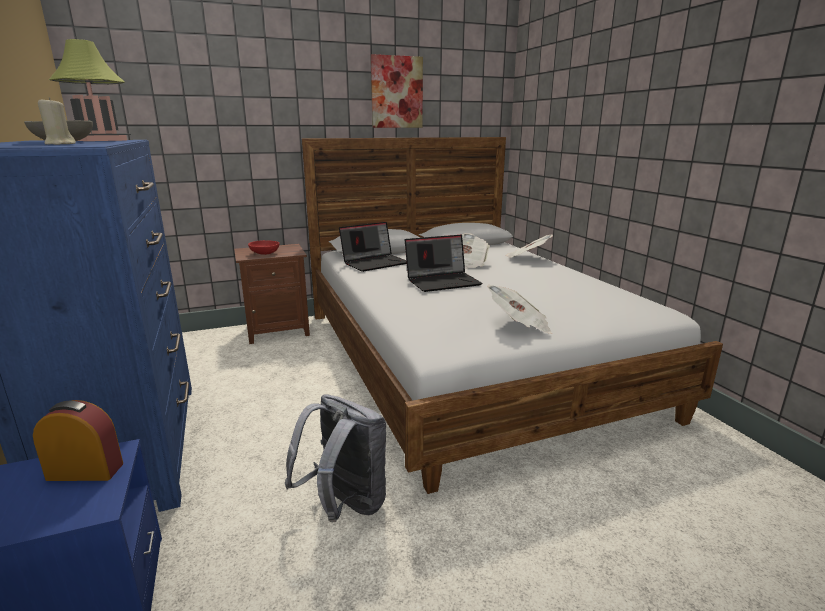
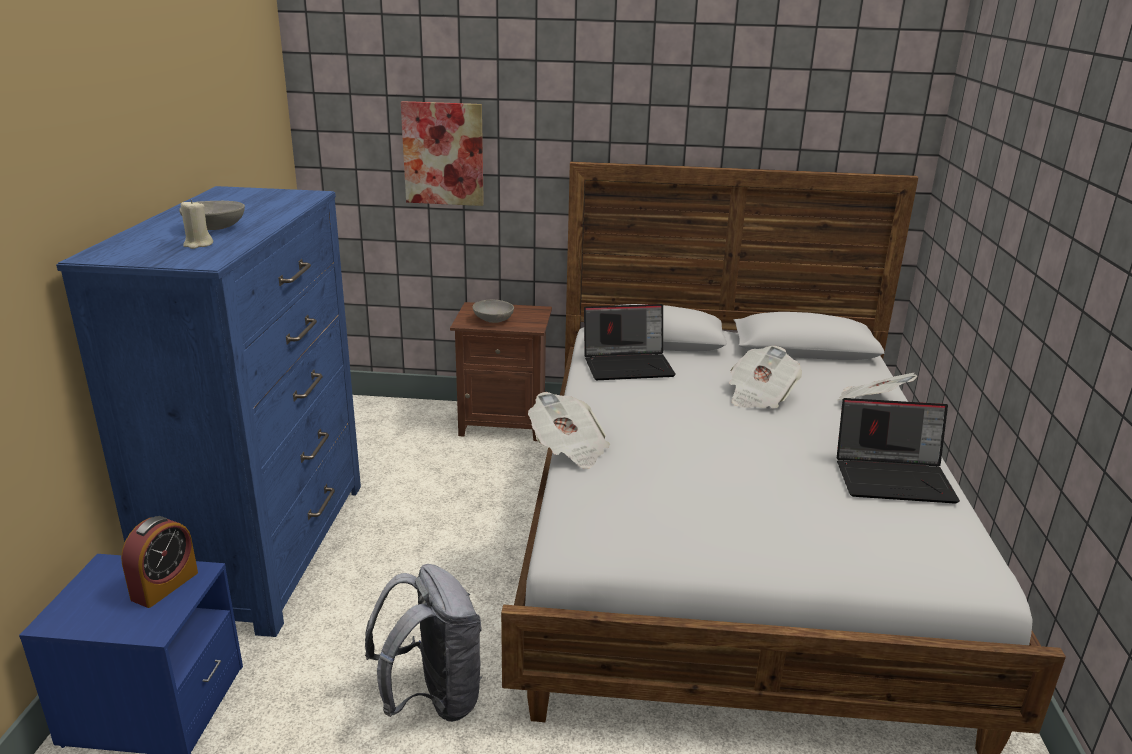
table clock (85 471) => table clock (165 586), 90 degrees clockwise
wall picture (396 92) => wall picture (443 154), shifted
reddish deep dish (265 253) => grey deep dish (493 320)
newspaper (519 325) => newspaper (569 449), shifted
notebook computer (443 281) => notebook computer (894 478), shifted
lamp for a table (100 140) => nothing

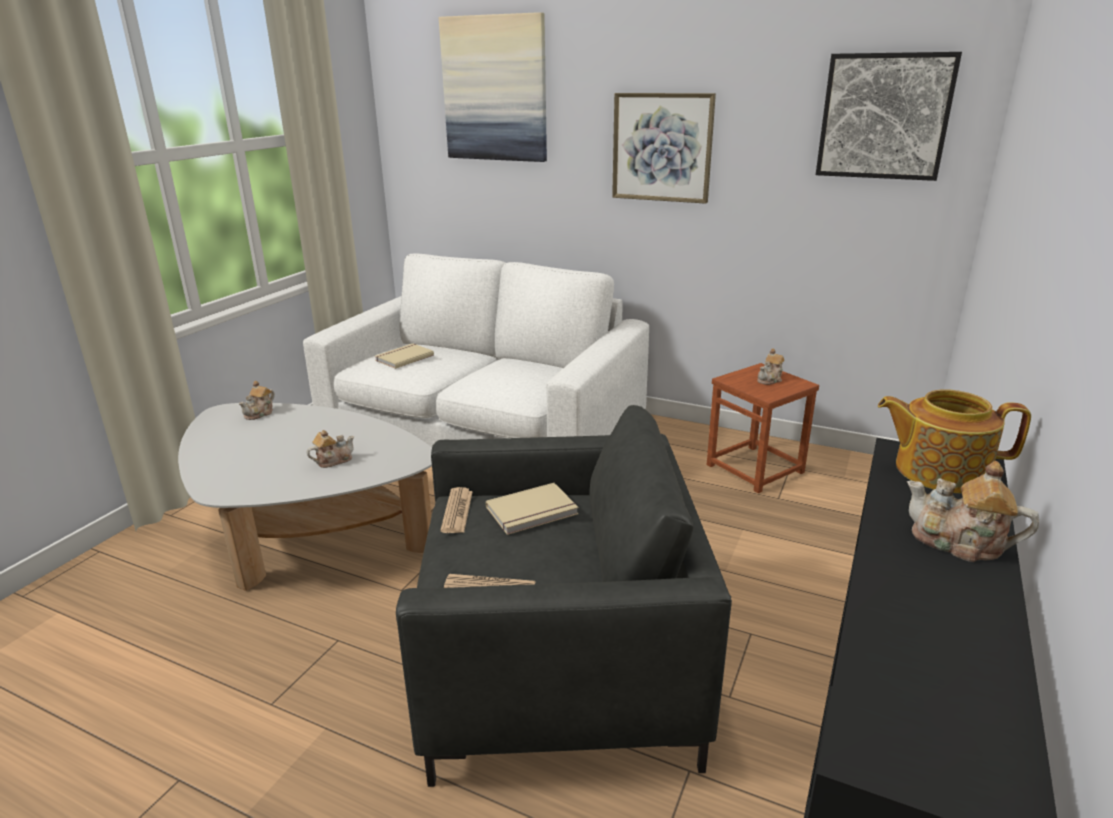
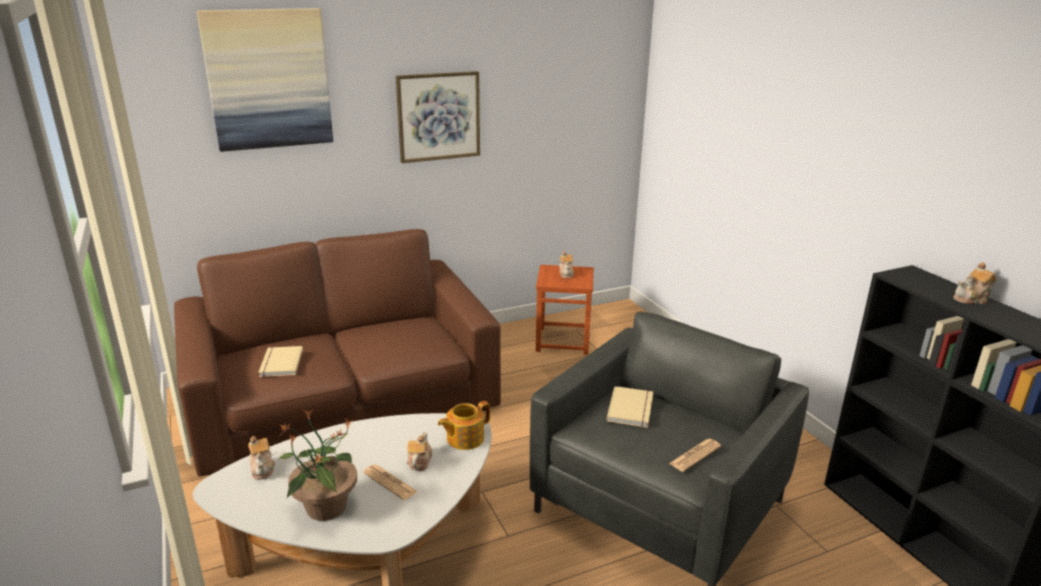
whitish sofa (483 425) => brown-coloured sofa (343 399)
nothing => plant in a pot (325 508)
newspaper (457 511) => newspaper (390 482), shifted
tea pot (938 470) => tea pot (464 438), shifted
wall picture (884 116) => nothing

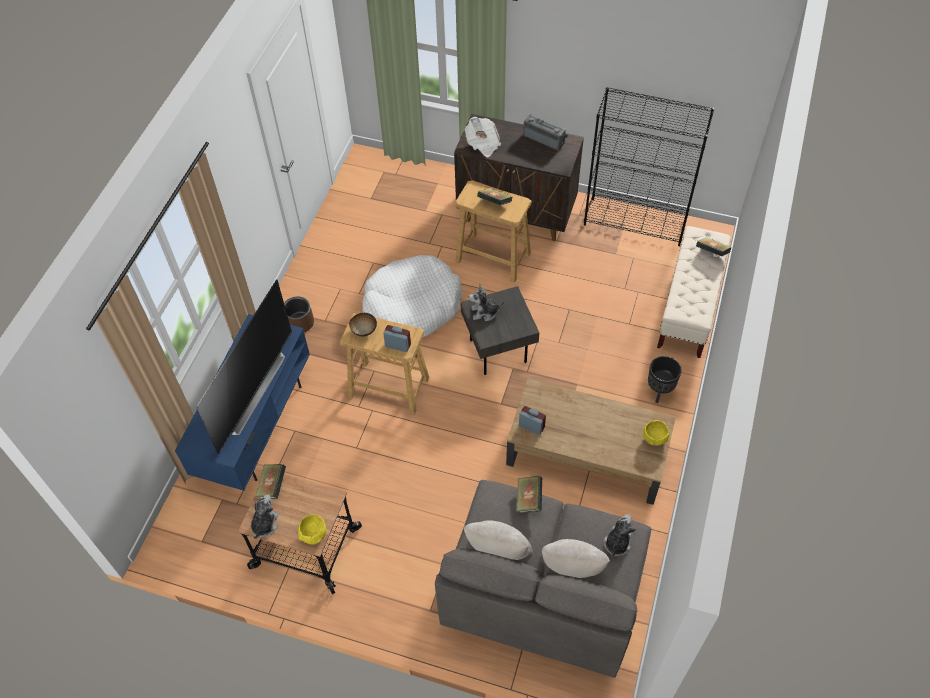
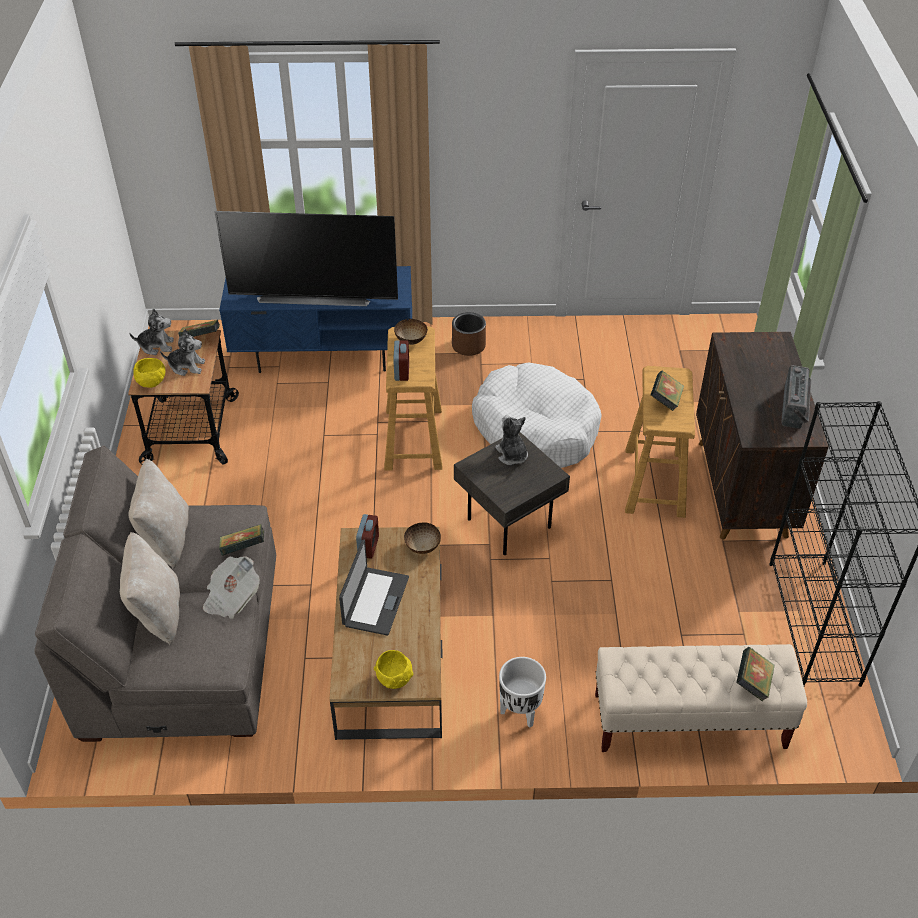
plush toy (617 543) => plush toy (187 366), shifted
newspaper (483 144) => newspaper (231 597), shifted
nothing => notebook computer (375 601)
nothing => deep dish (422 547)
black plant pot (659 392) => whitish plant pot (519 711)

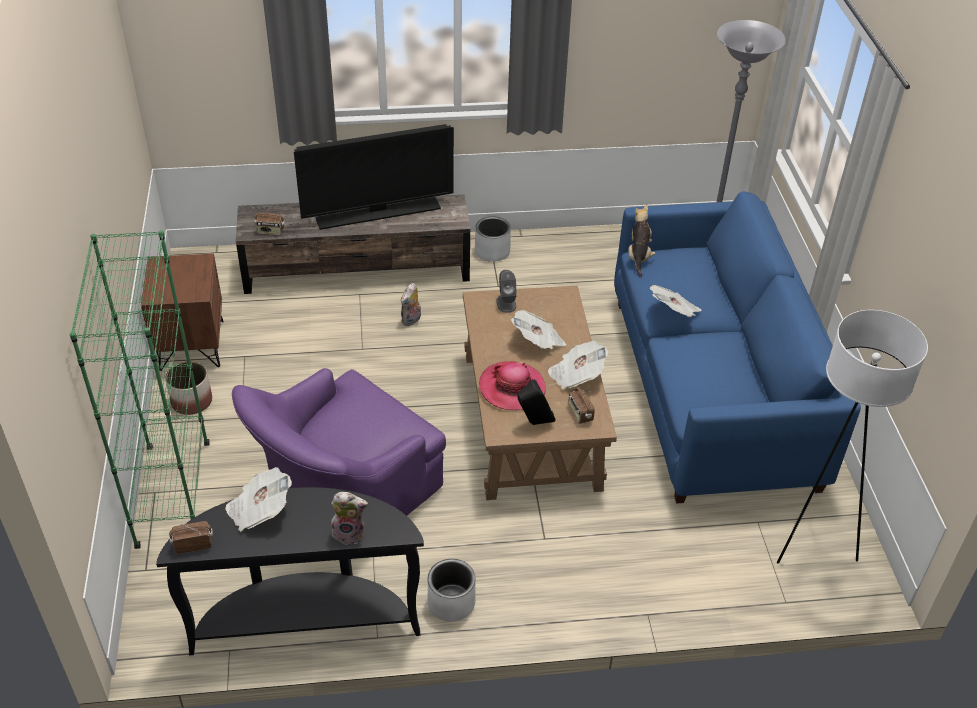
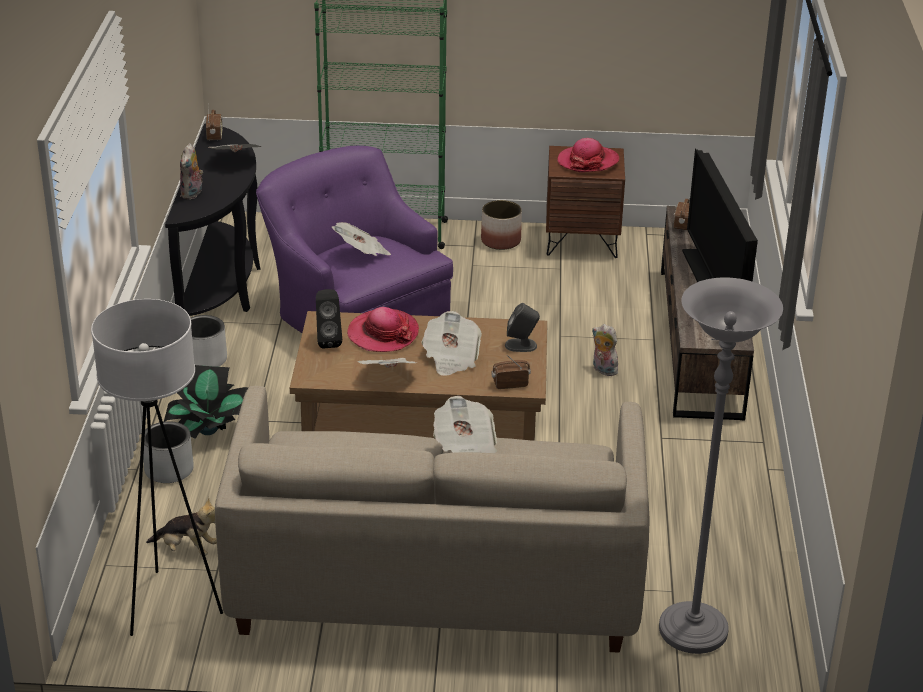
grey plant pot (492 252) => grey plant pot (169 470), shifted
plush toy (639 256) => plush toy (187 549), shifted
nothing => plant in a pot (209 430)
bluish sofa (712 391) => beige-coloured sofa (434 580)
nothing => newspaper (362 253)
radio receiver (580 414) => radio receiver (510 384), shifted
nothing => hat (588 161)

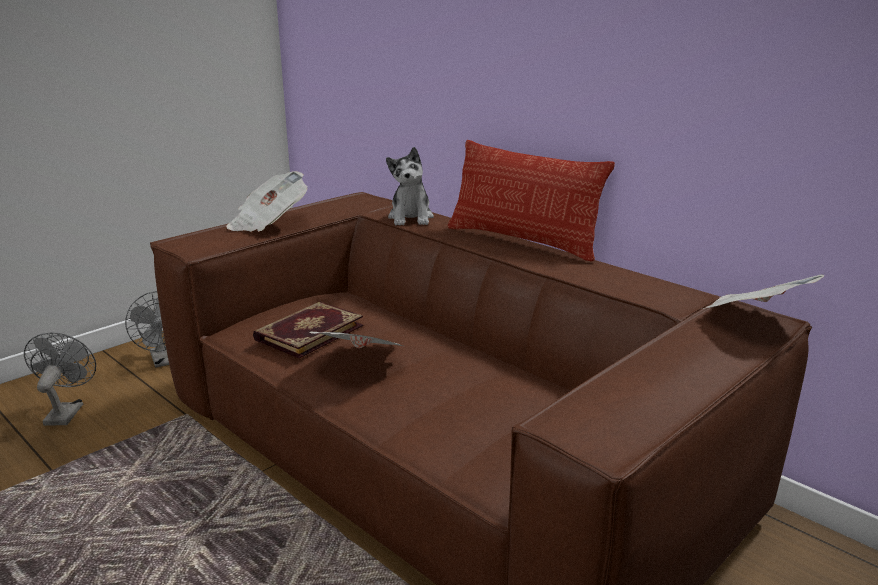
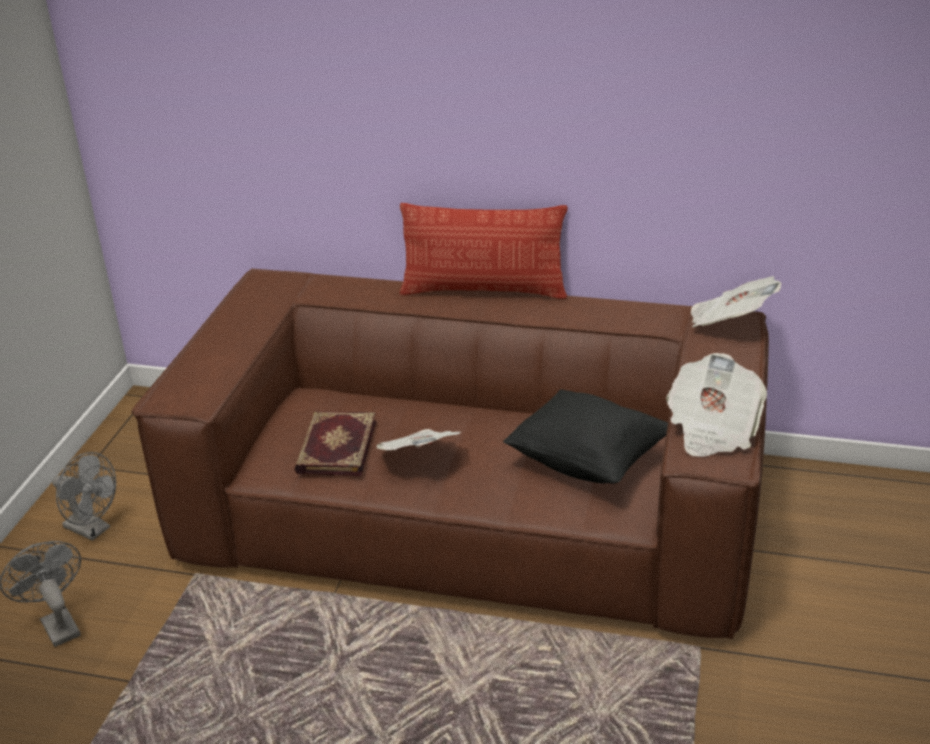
nothing => black cushion (588 462)
newspaper (268 223) => newspaper (712 429), shifted
plush toy (411 218) => nothing

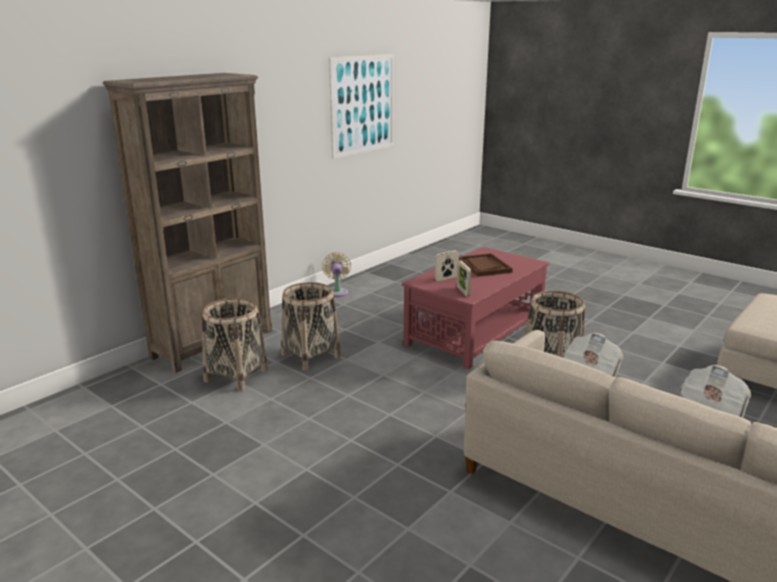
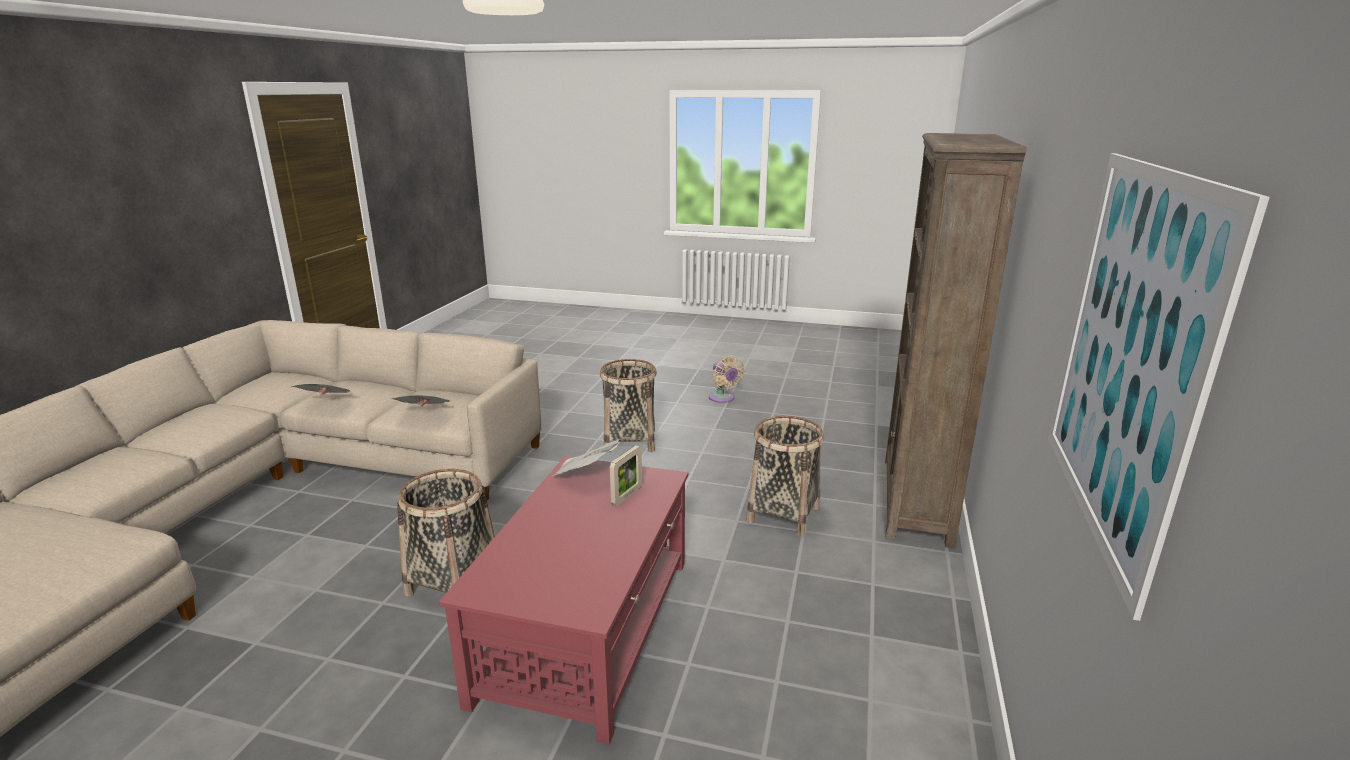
standing frame (463 291) => newspaper (587 474)
household basket (236 375) => household basket (630 441), shifted
beige-coloured cooling fan (337 291) => beige-coloured cooling fan (723 398), shifted
brown-coloured tray (484 266) => nothing

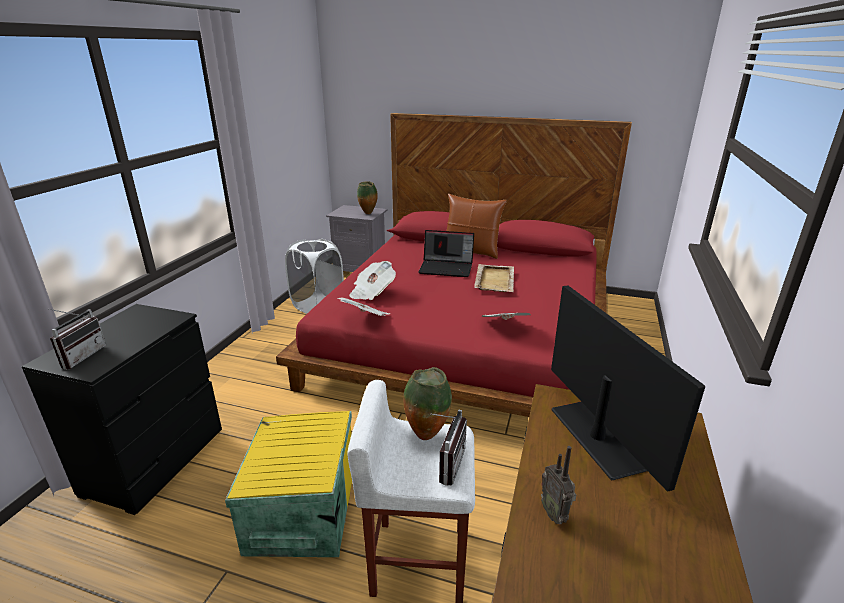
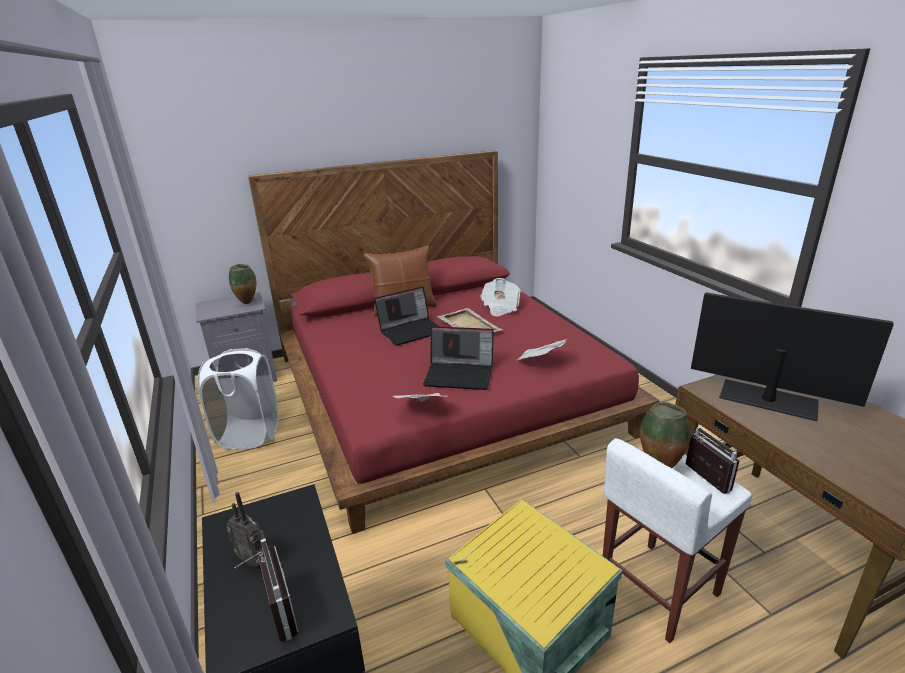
radio receiver (555 514) => radio receiver (253 559), shifted
nothing => notebook computer (460 375)
newspaper (372 292) => newspaper (500 307), shifted

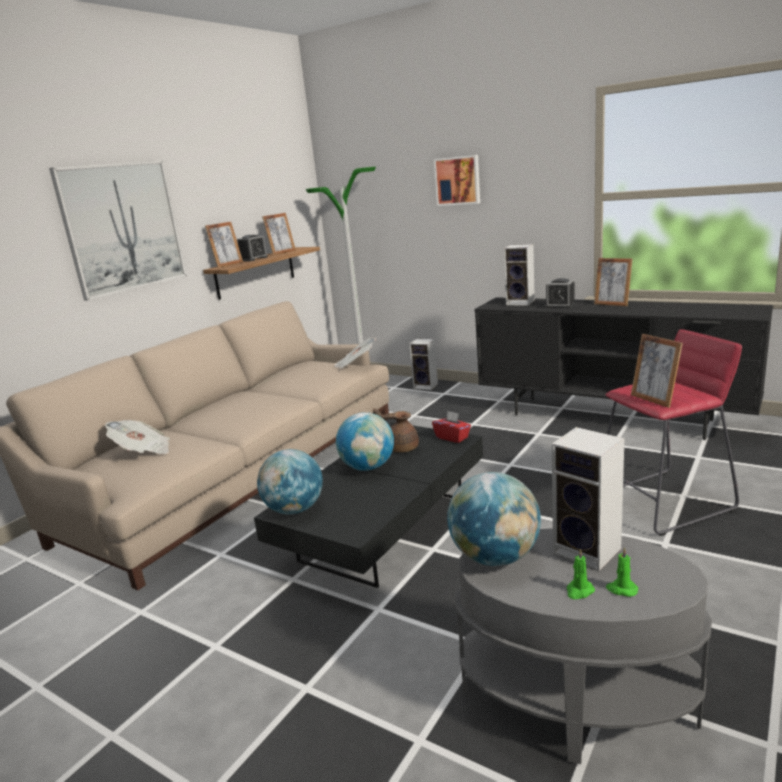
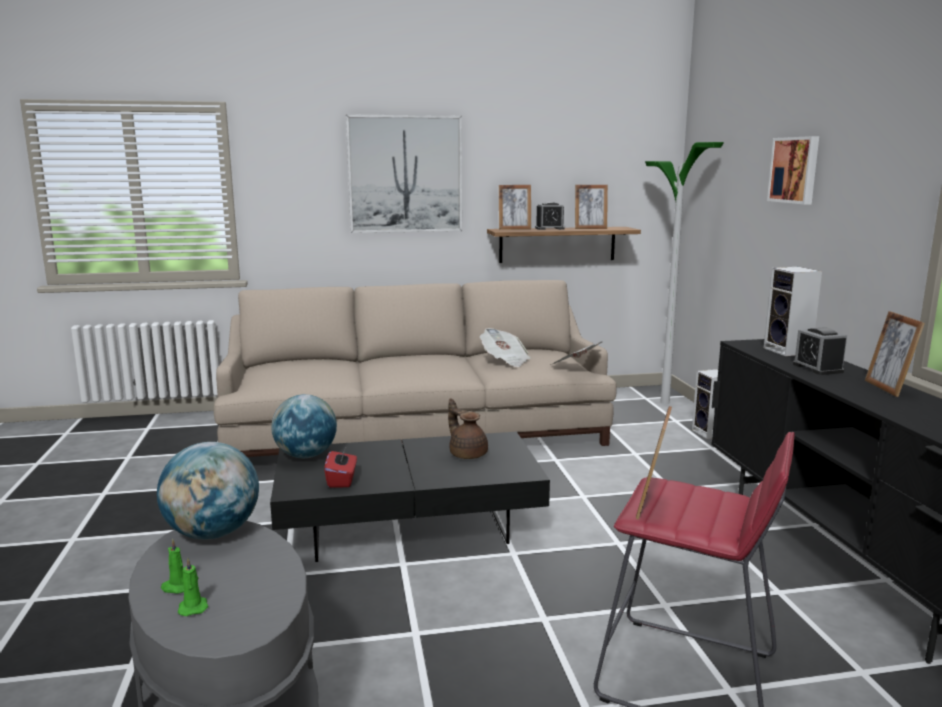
reddish tissue holder (452 437) => reddish tissue holder (342 480), shifted
newspaper (143 451) => newspaper (505 361), shifted
world globe (368 467) => nothing
audio speaker (590 551) => nothing

